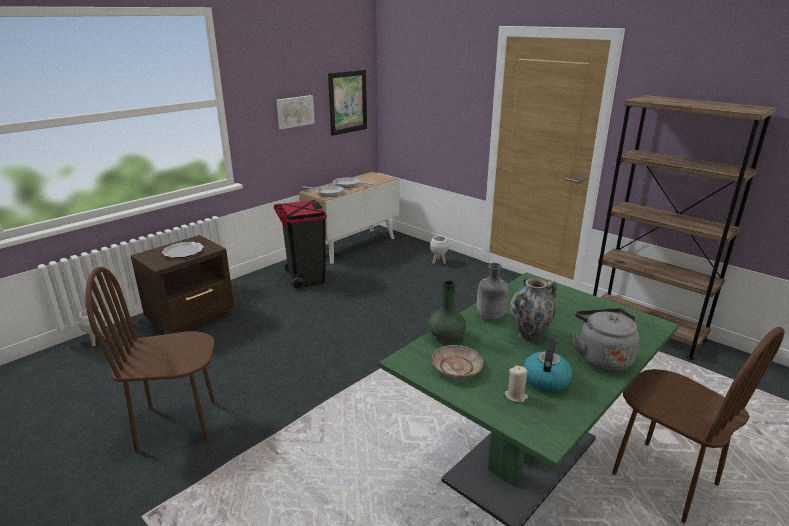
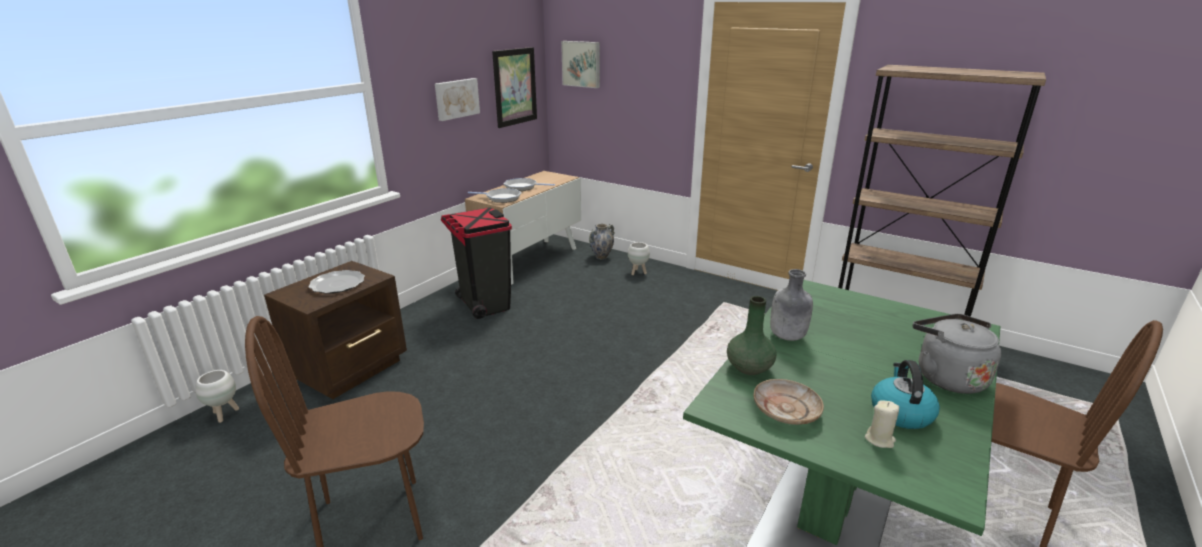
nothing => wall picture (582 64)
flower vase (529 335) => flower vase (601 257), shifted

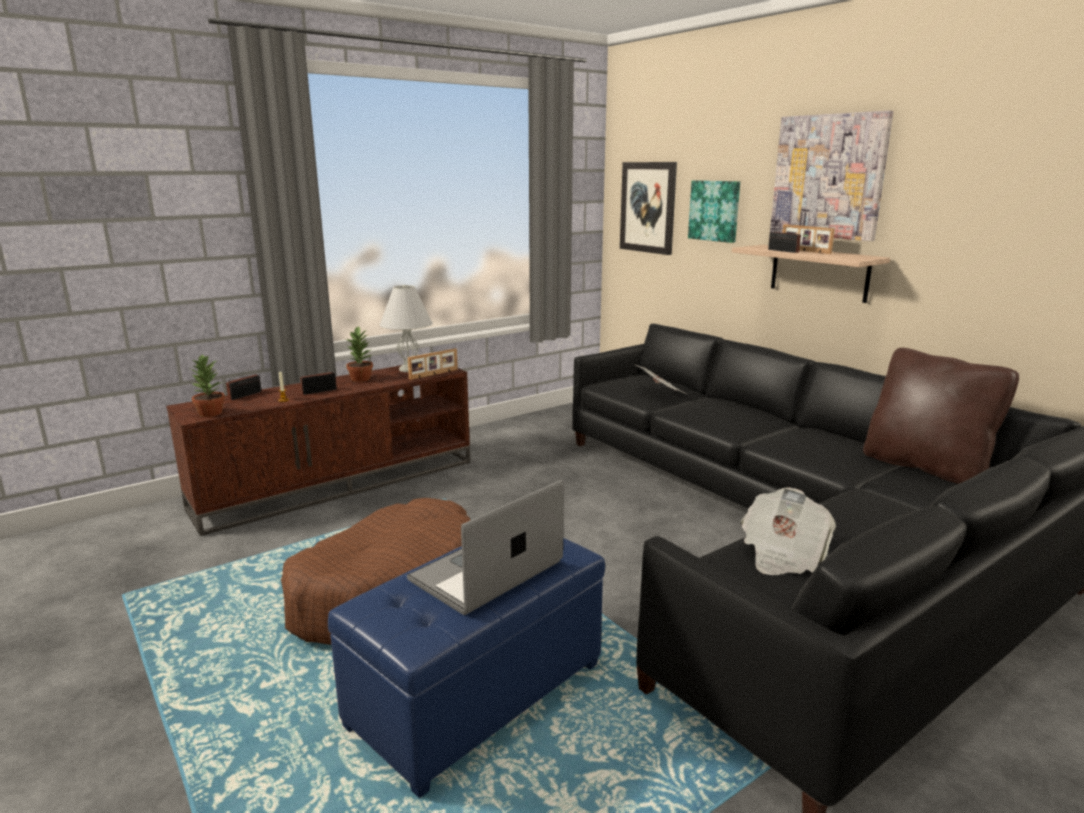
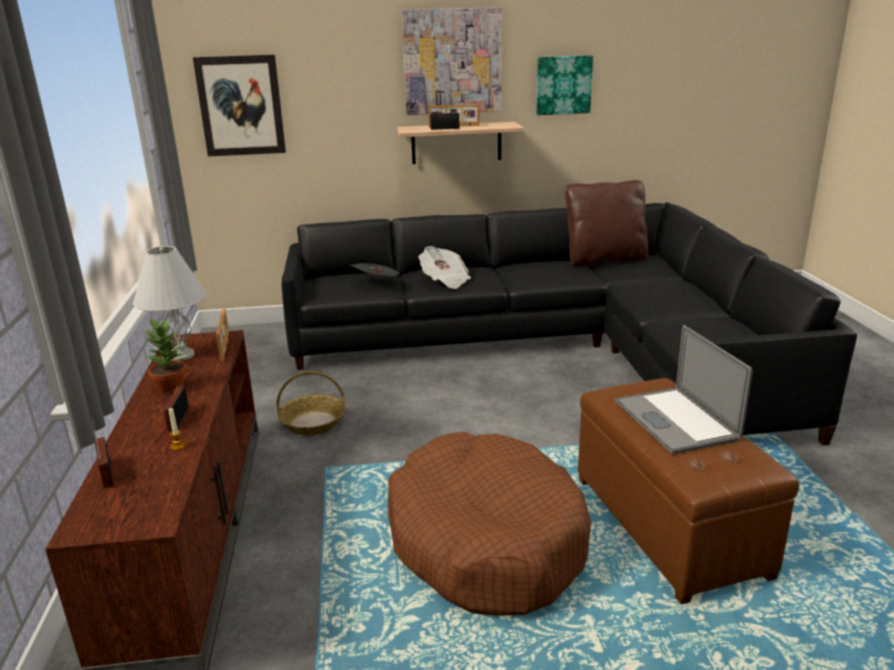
nothing => household basket (313 422)
newspaper (782 554) => newspaper (445 281), shifted
wall picture (715 210) => wall picture (563 85), shifted
bluish pouffe (479 696) => brown-coloured pouffe (668 525)
plant in a pot (210 413) => nothing

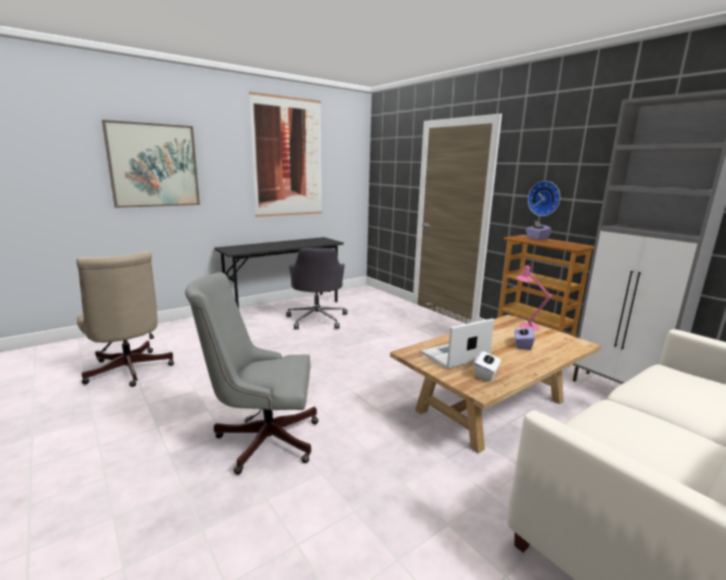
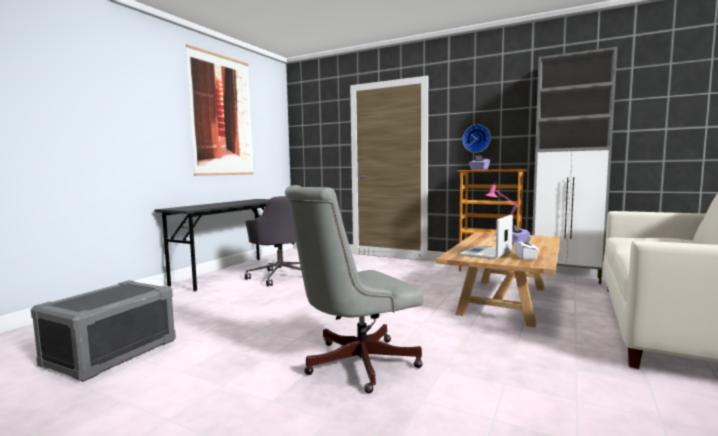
beige-coloured desk chair (129 372) => grey storage container (111 353)
wall picture (154 165) => nothing

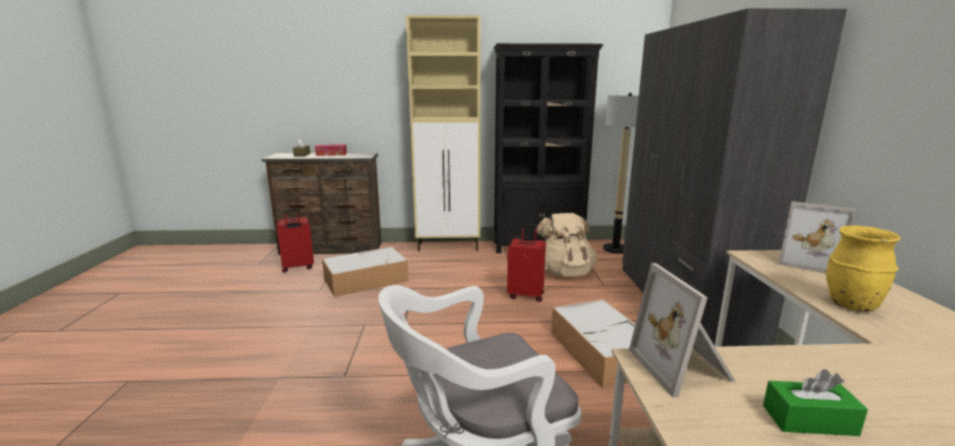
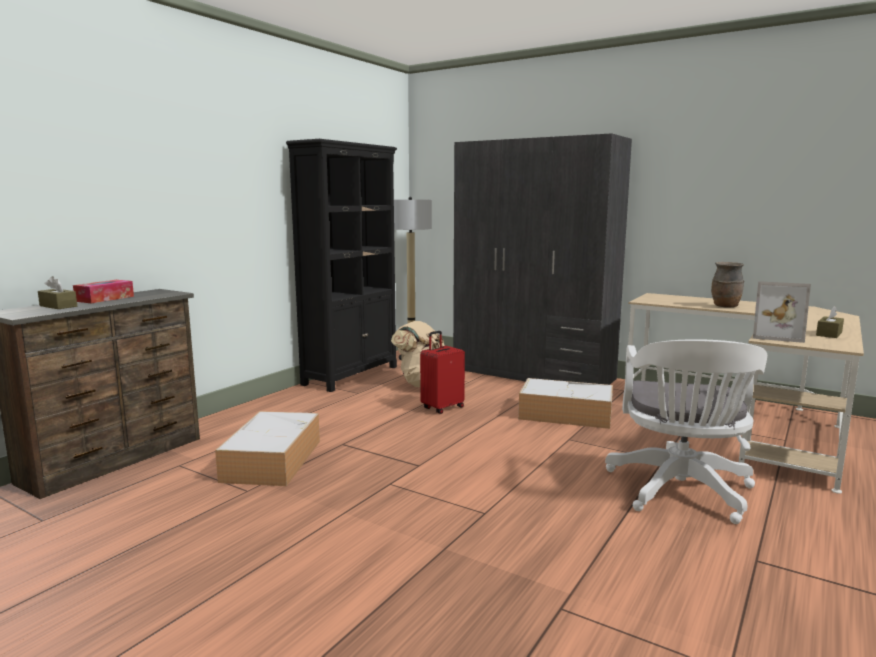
yellowish flower vase (851 305) => brown-coloured flower vase (725 306)
greenish tissue holder (809 420) => brown-coloured tissue holder (829 334)
reddish piece of luggage (298 268) => nothing
beige-coloured cupboard (449 246) => nothing
standing frame (808 262) => nothing

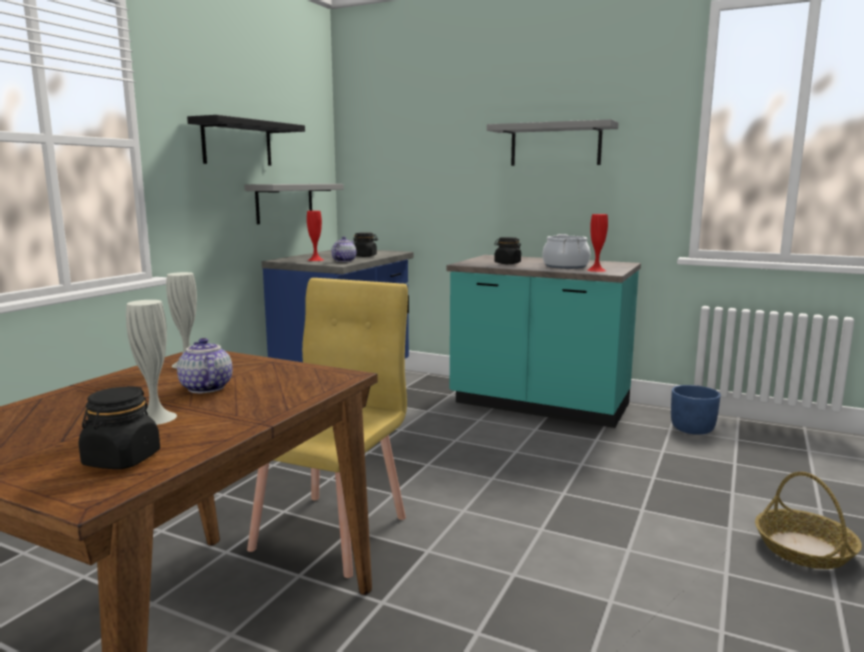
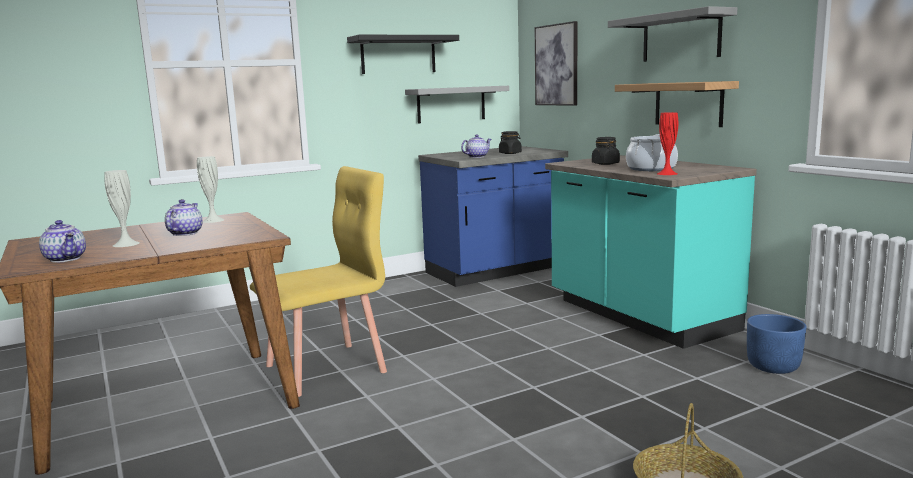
black jar (121 460) => tea pot (66 259)
nothing => wall picture (556 65)
nothing => bracket shelf (688 104)
reddish flower vase (315 260) => nothing

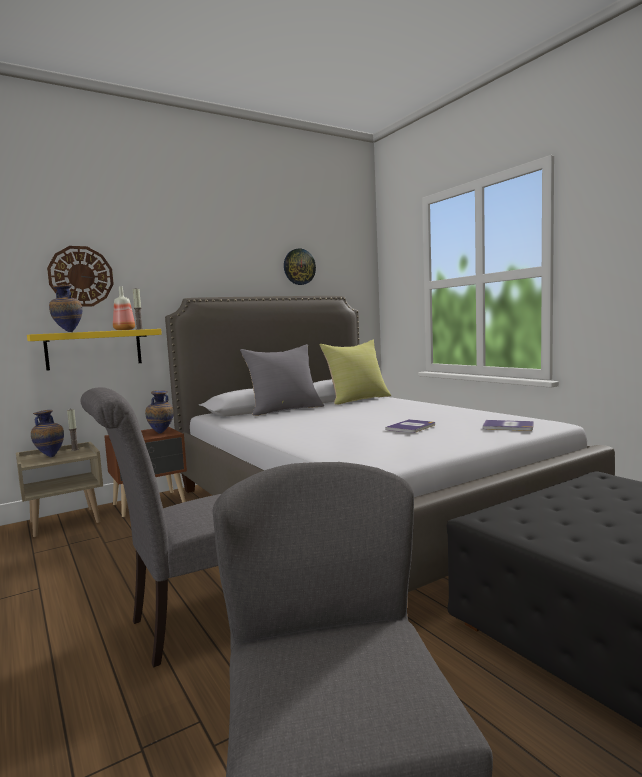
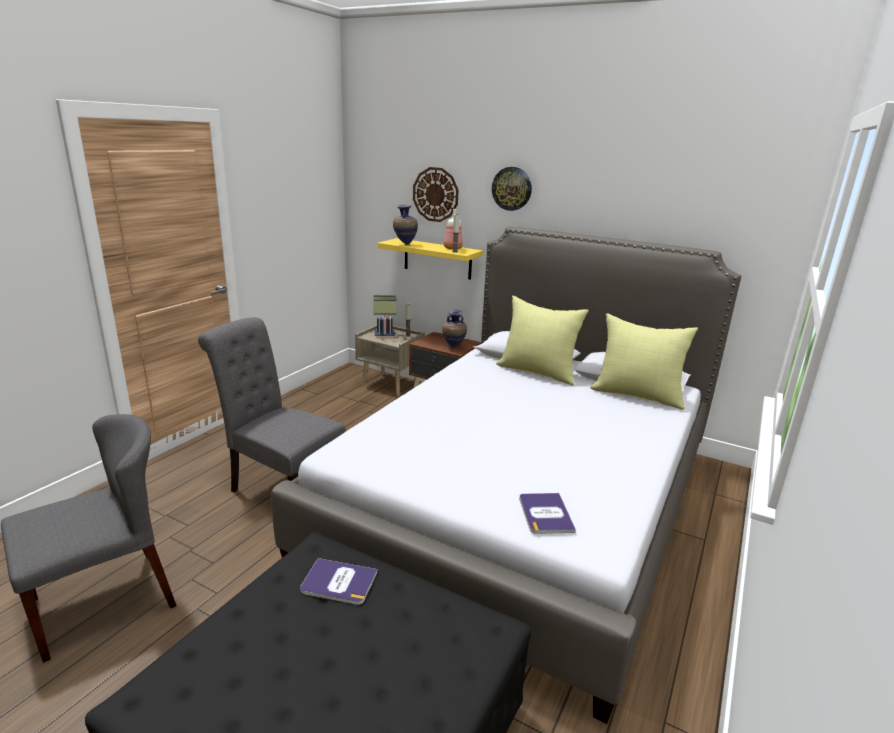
book (411 427) => book (338 582), shifted
flower vase (50 456) => lamp for a table (385 335)
clock on the wall (299 267) => clock on the wall (512 188), shifted
grey cushion (285 410) => yellowish cushion (538 371)

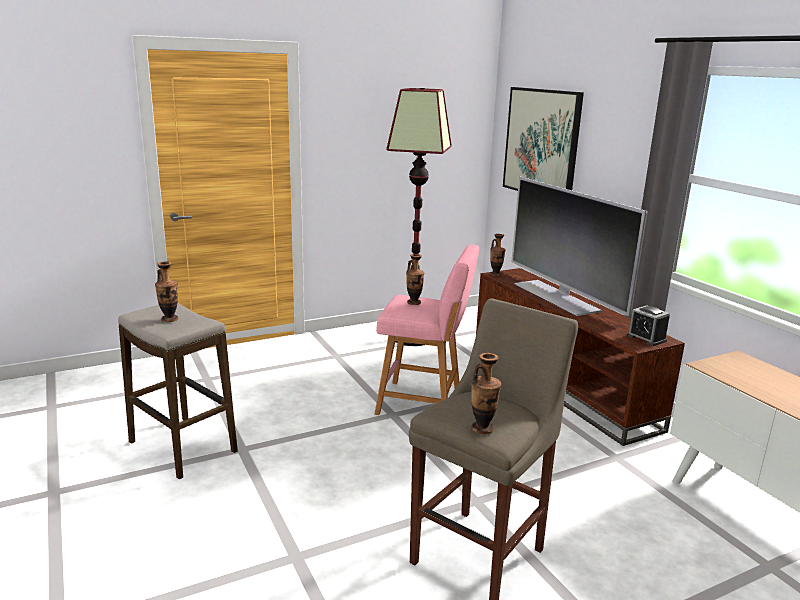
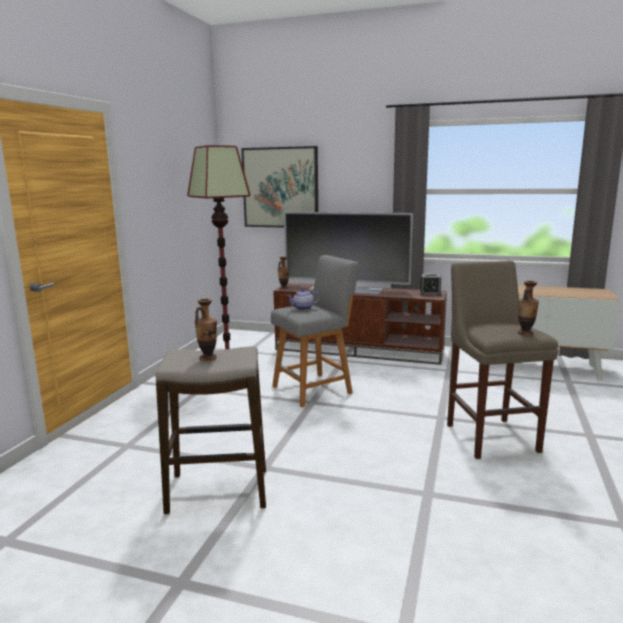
pink-coloured stool (424 403) => grey stool (315 389)
flower vase (414 303) => tea pot (303 308)

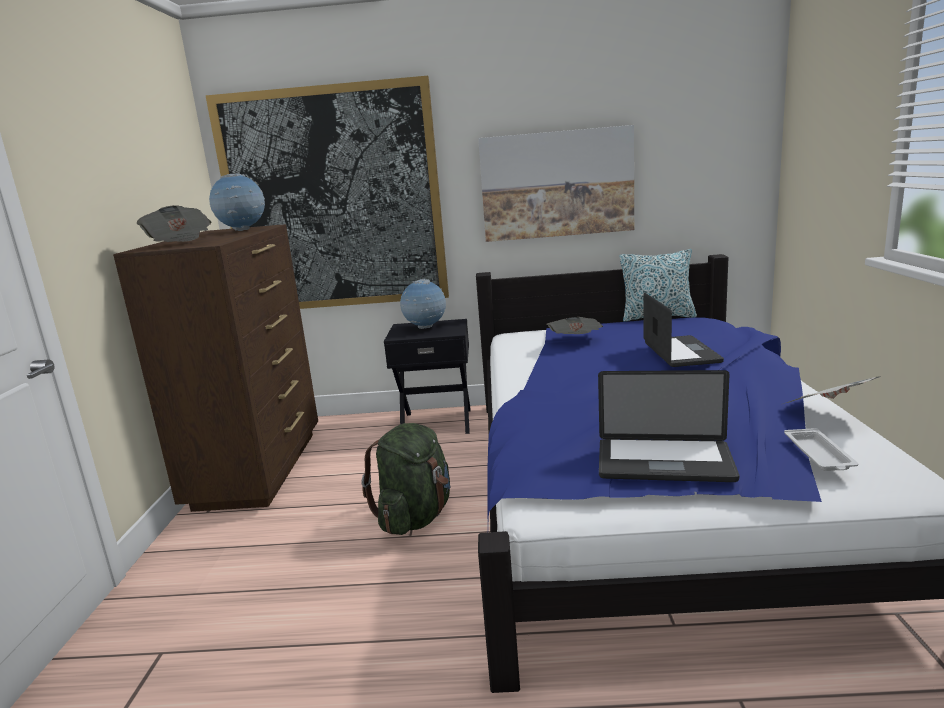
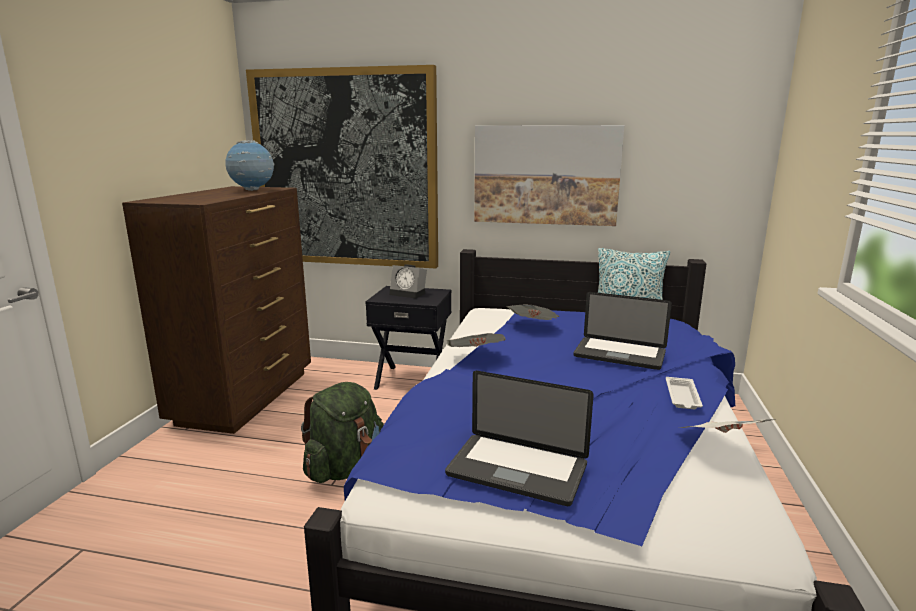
world globe (425 328) => table clock (409 293)
newspaper (180 244) => newspaper (475 356), shifted
notebook computer (680 352) => notebook computer (619 354), 105 degrees clockwise
whitish tray (819 455) => whitish tray (682 397), shifted

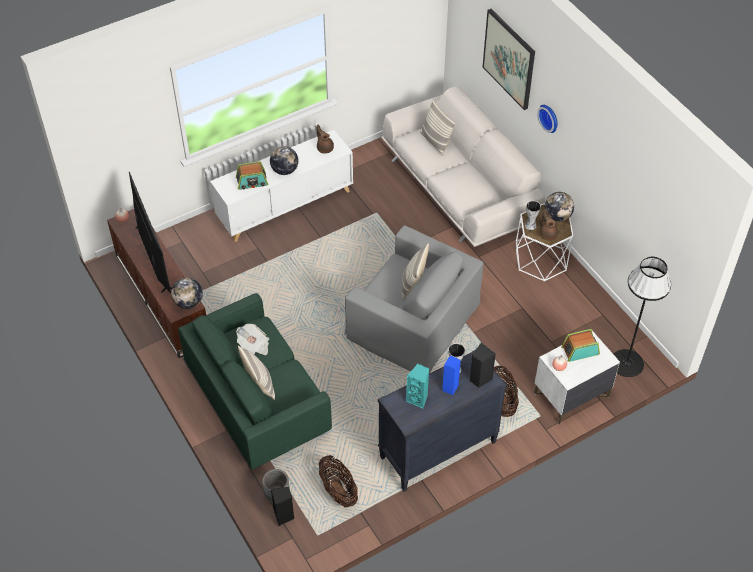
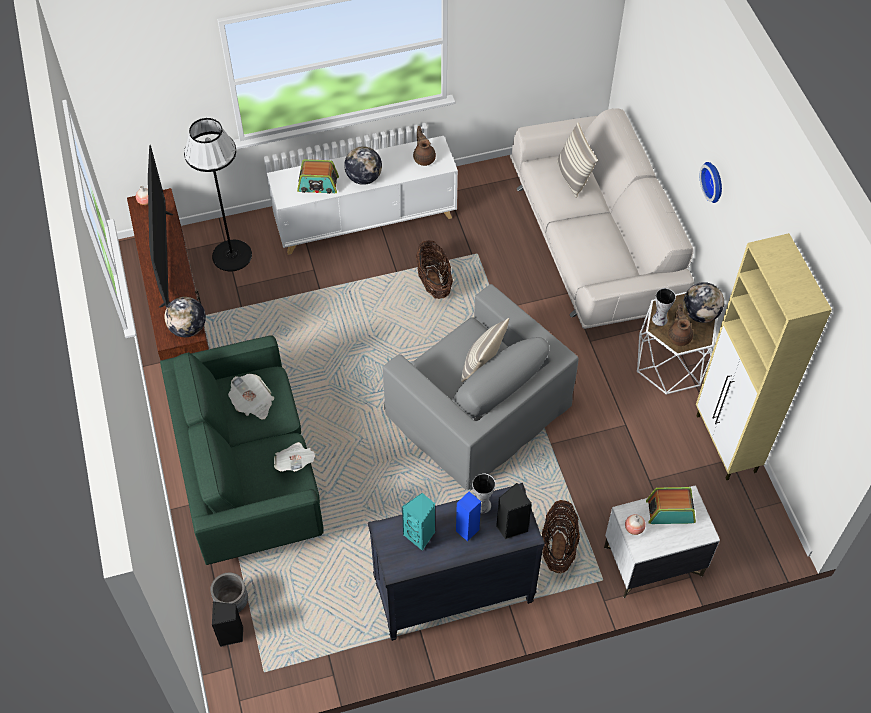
black standing lamp (627 363) => black standing lamp (232 255), shifted
nothing => newspaper (295 462)
household basket (338 490) => household basket (434 282), shifted
nothing => beige-coloured cupboard (726 444)
cushion (259 384) => nothing
wall picture (509 59) => nothing

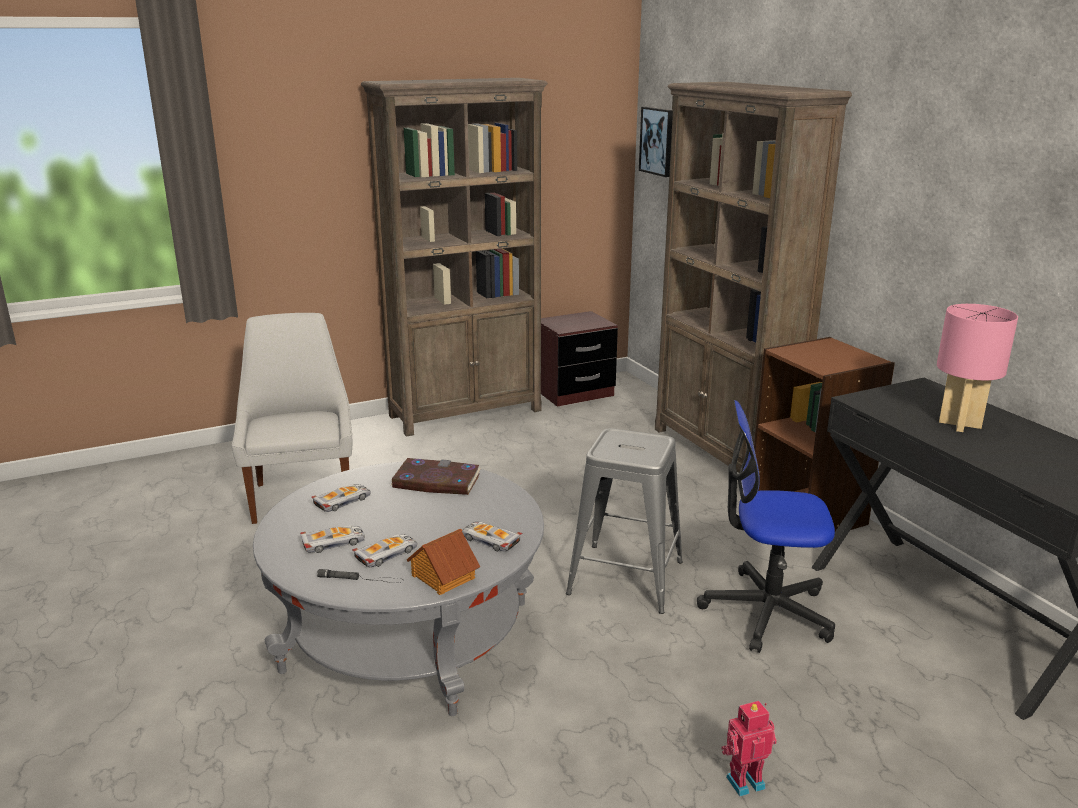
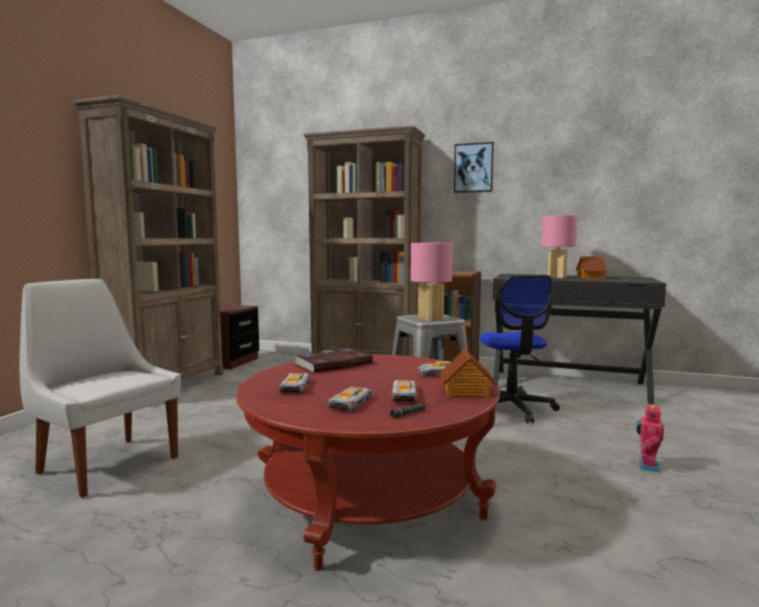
grey coffee table (408 635) => reddish coffee table (368 497)
nothing => pink-coloured lamp for a table (431 319)
wall picture (657 141) => wall picture (473 168), shifted
desk chair (766 611) => desk chair (512 408), 60 degrees counterclockwise
nothing => toy house (591 278)

